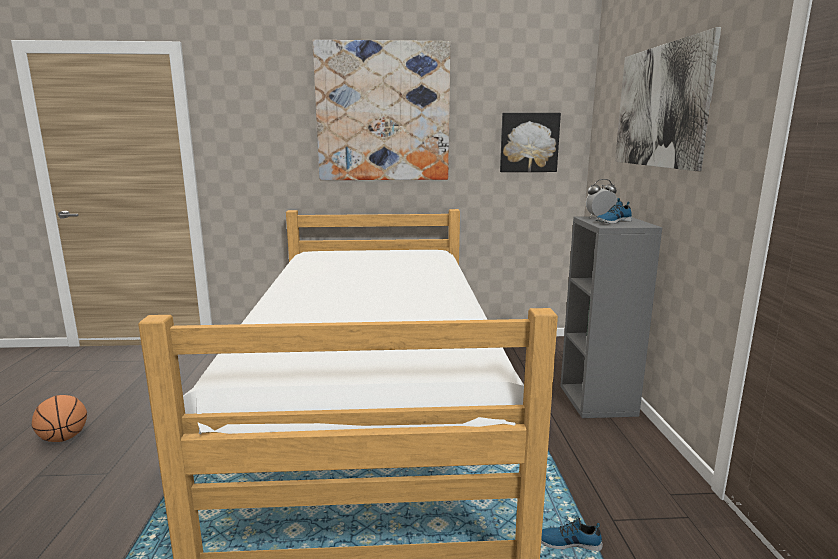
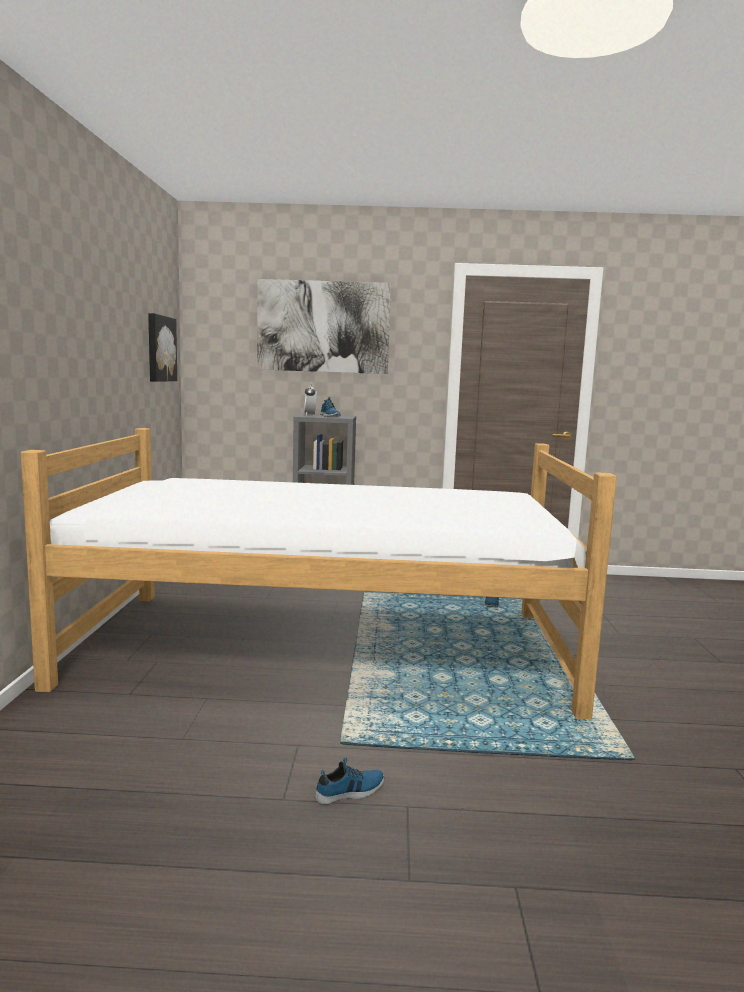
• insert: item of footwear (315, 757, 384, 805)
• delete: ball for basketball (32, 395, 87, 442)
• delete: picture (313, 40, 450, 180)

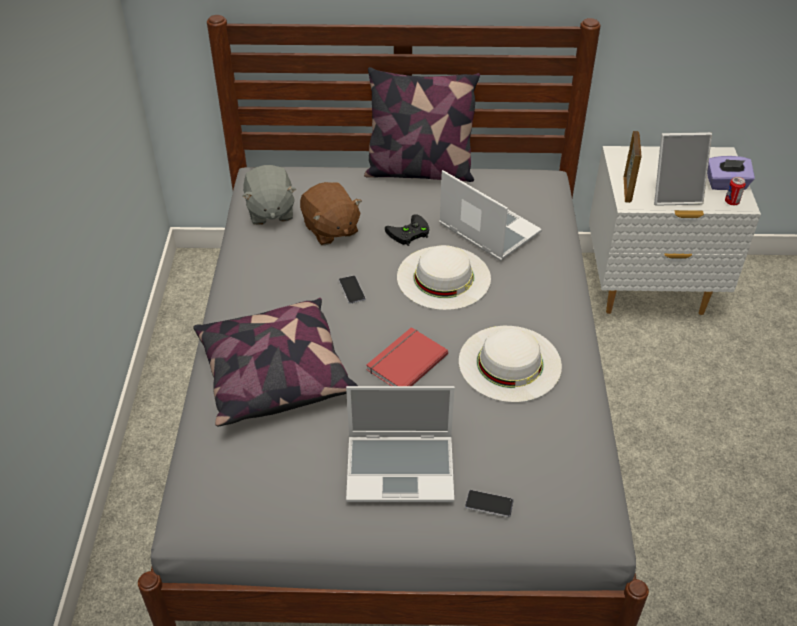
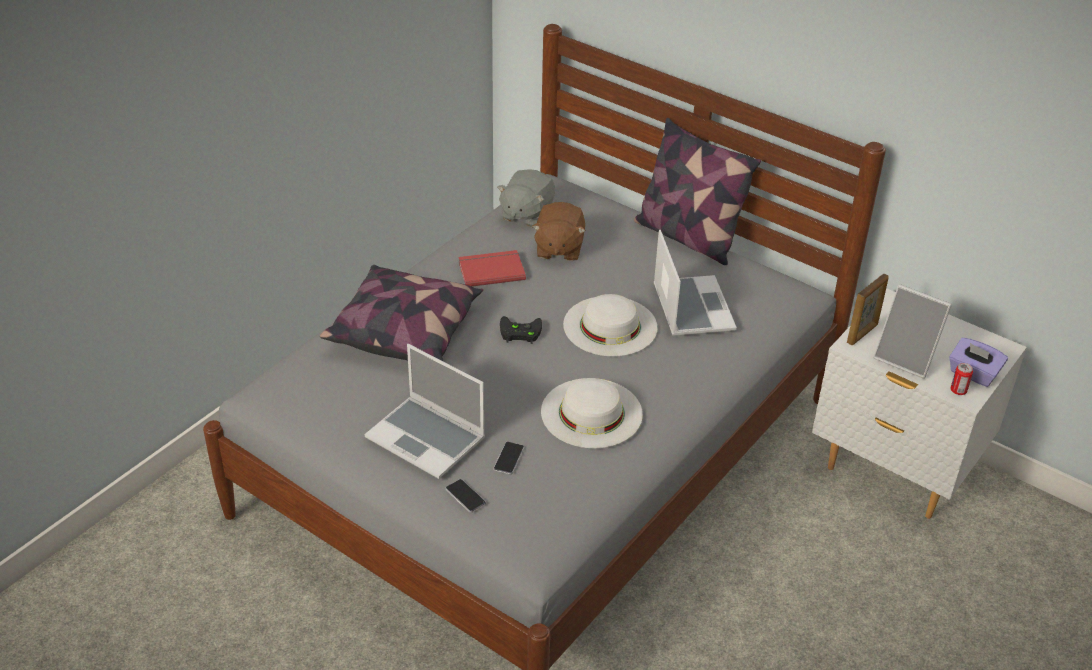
• move: bound book (reddish) (366, 327, 448, 386) to (458, 250, 526, 287)
• move: telephone (339, 275, 366, 304) to (493, 442, 524, 474)
• move: joypad (black) (385, 214, 429, 246) to (500, 316, 542, 344)

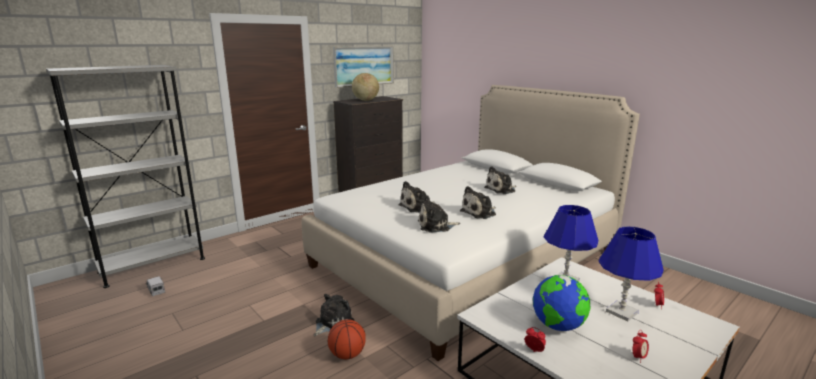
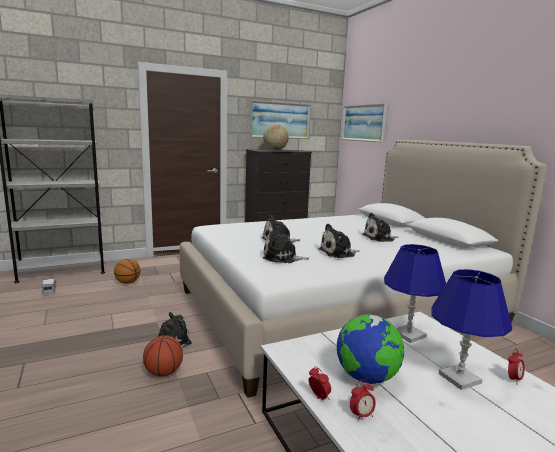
• insert: ball for basketball (114, 259, 140, 284)
• insert: picture (341, 103, 387, 142)
• move: alarm clock (633, 330, 649, 363) to (350, 380, 376, 422)

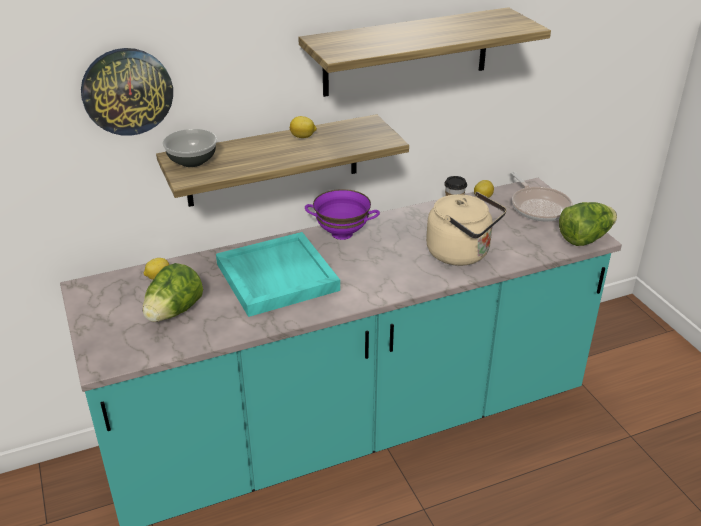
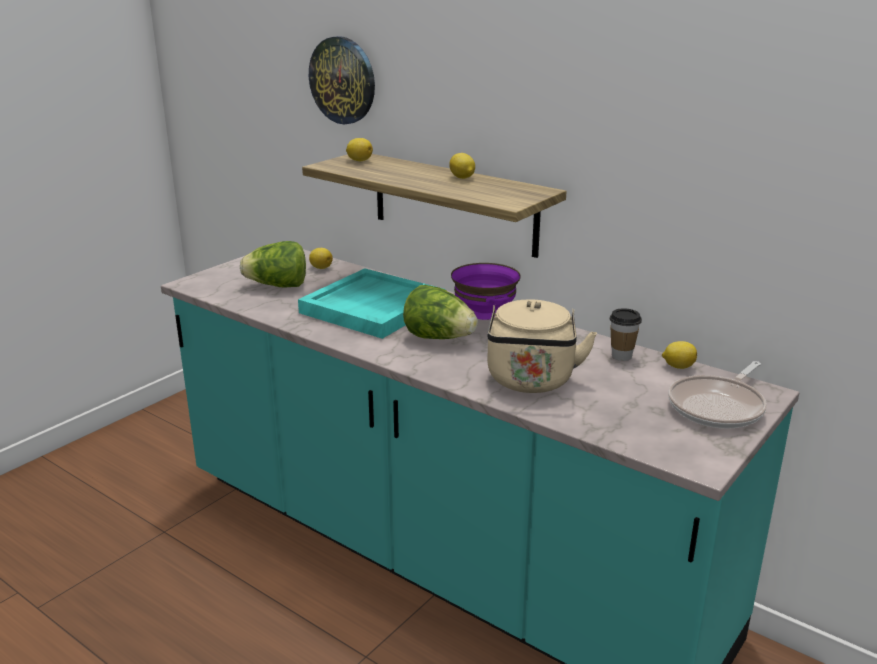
• replace: deep dish (162, 129, 217, 167) to citrus fruit (346, 138, 373, 161)
• move: lettuce (559, 202, 617, 246) to (403, 285, 478, 339)
• delete: bracket shelf (298, 7, 551, 97)

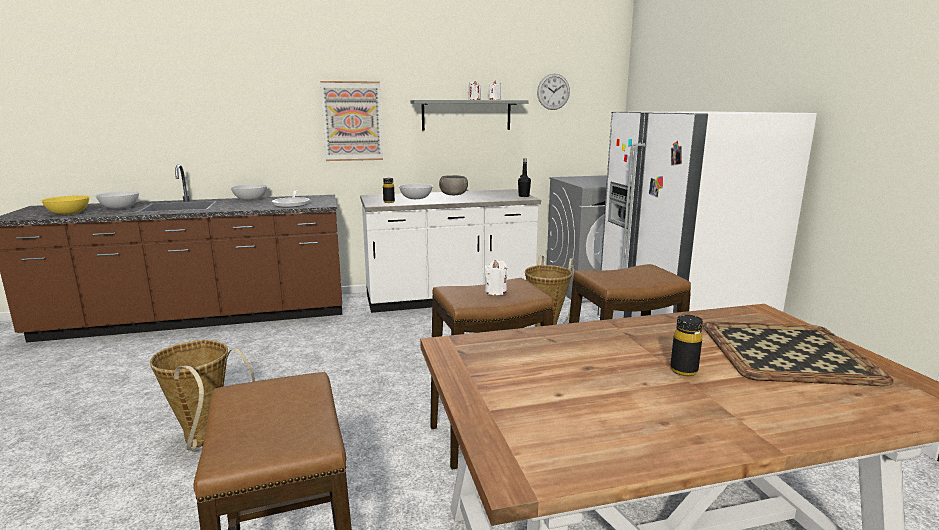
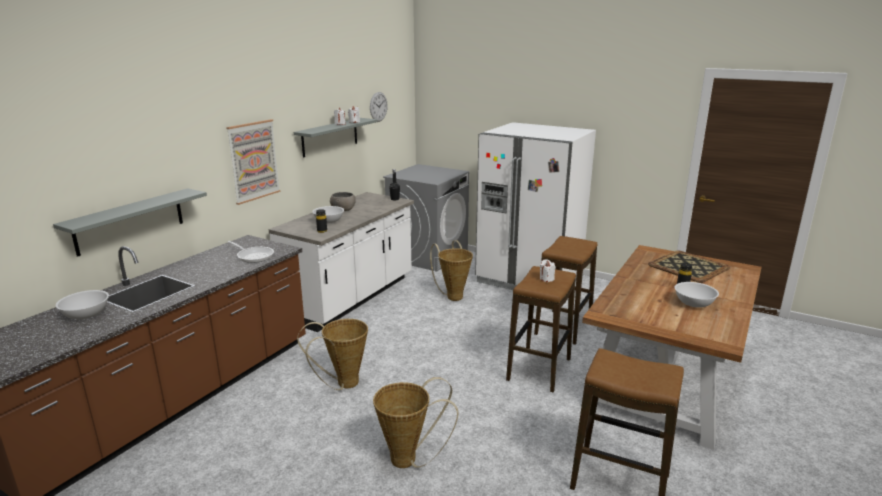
• insert: bracket shelf (gray) (53, 188, 207, 257)
• insert: storage basket (297, 319, 368, 390)
• move: deep dish (white-coloured) (230, 184, 268, 200) to (675, 282, 719, 308)
• delete: deep dish (yellow-coloured) (40, 195, 90, 214)

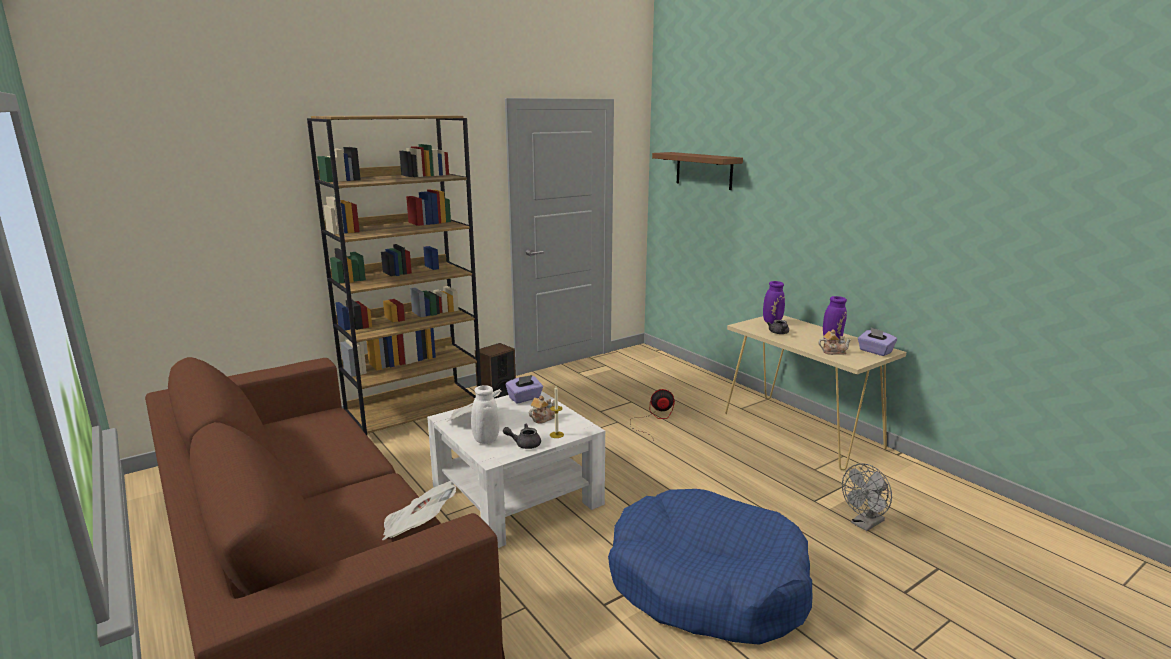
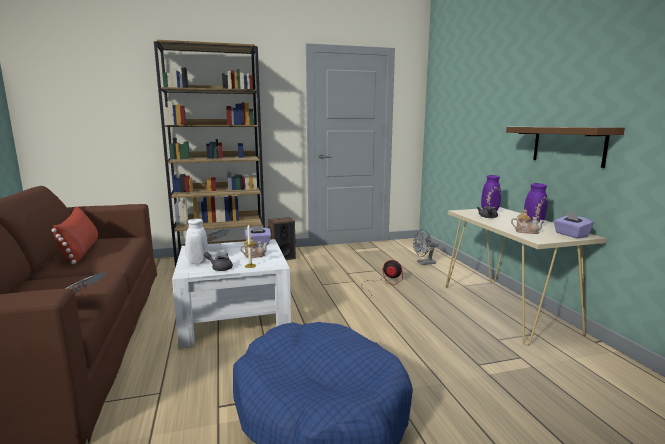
• insert: cushion (reddish) (52, 206, 98, 264)
• move: fan (gray) (842, 463, 892, 531) to (413, 229, 439, 265)
• move: bracket shelf (brownish) (652, 152, 743, 190) to (506, 127, 625, 168)

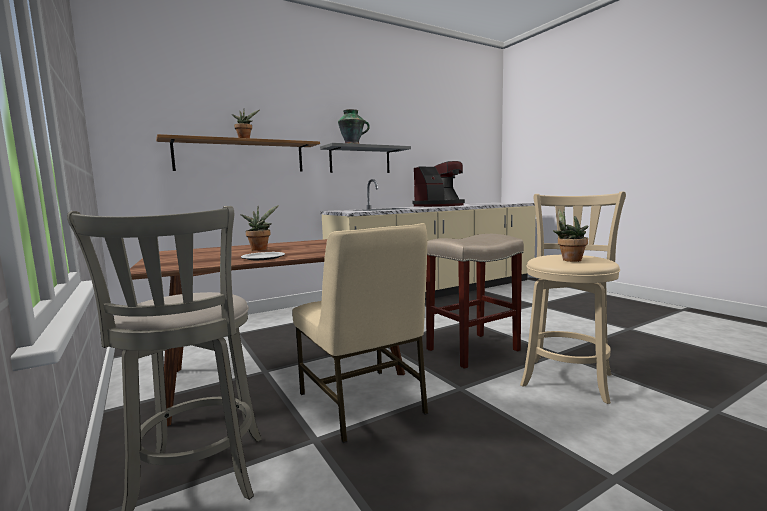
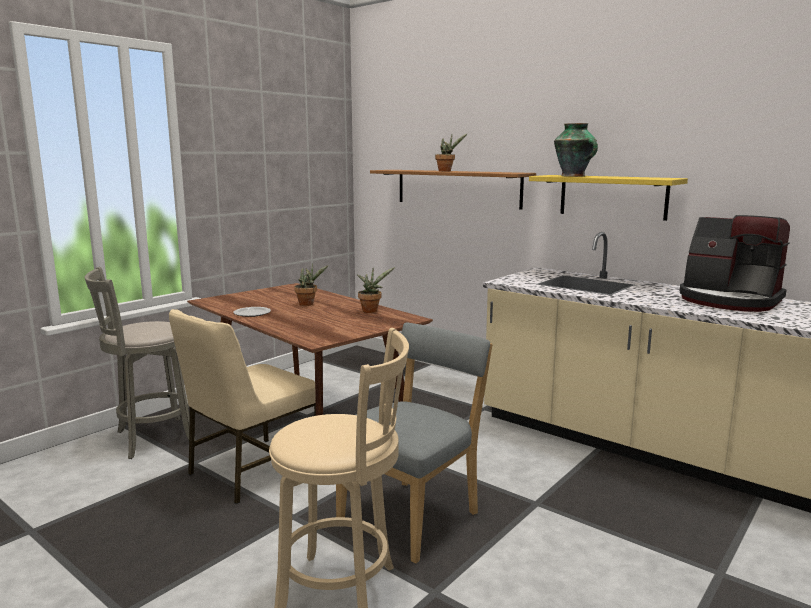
• replace: sitting stool (sand-coloured) (426, 234, 524, 369) to upright chair (gray) (336, 322, 493, 564)
• move: plant in a pot (553, 209, 588, 262) to (357, 267, 395, 313)
• recolor: bracket shelf (gray) (320, 143, 411, 173) to bracket shelf (yellow-coloured) (529, 175, 688, 221)

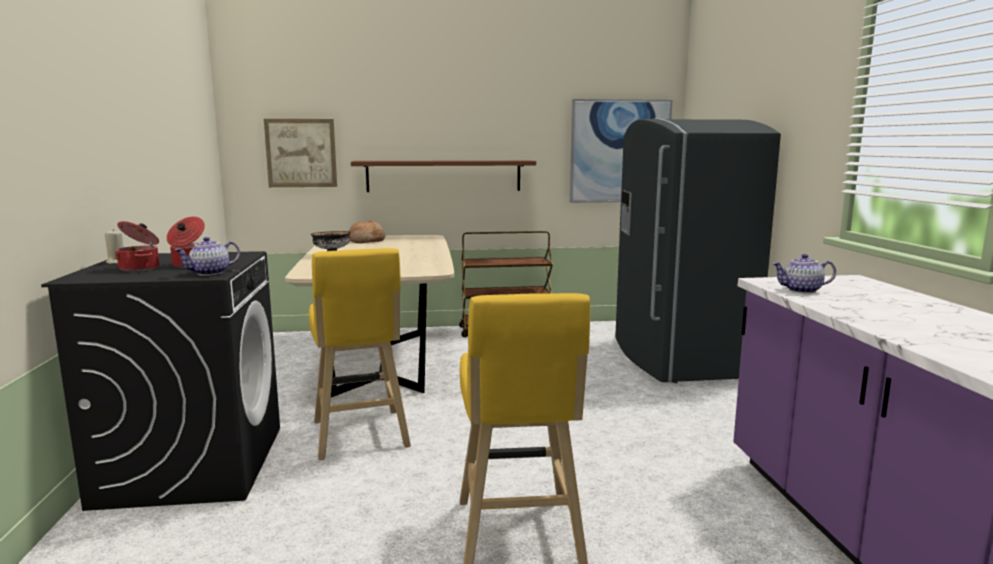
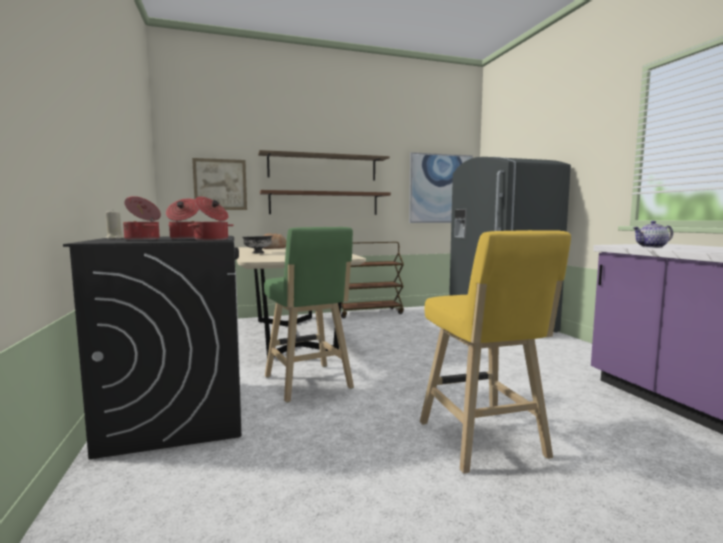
• replace: pot for tea (175, 237, 240, 276) to stockpot (188, 197, 233, 241)
• insert: bracket shelf (258, 150, 390, 180)
• recolor: sitting stool (yellow-coloured) (309, 248, 411, 460) to sitting stool (greenish) (264, 227, 354, 402)

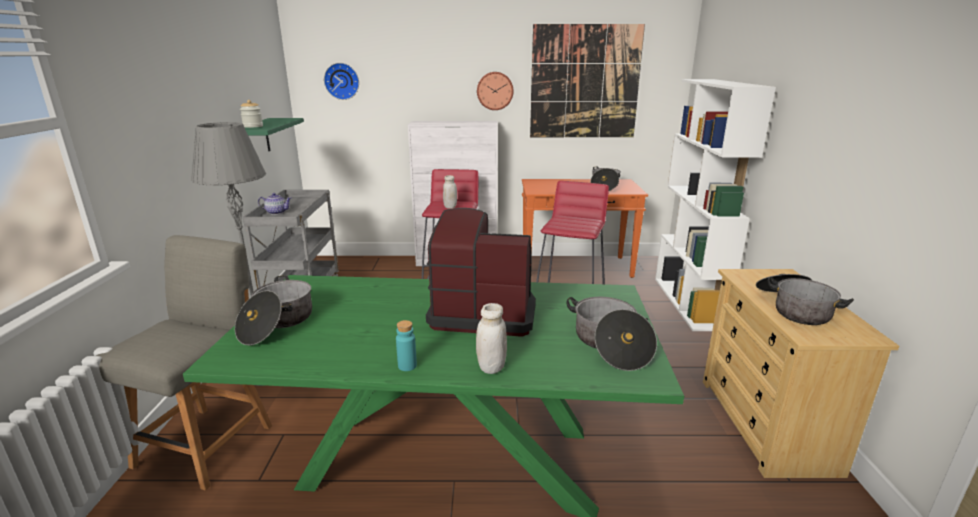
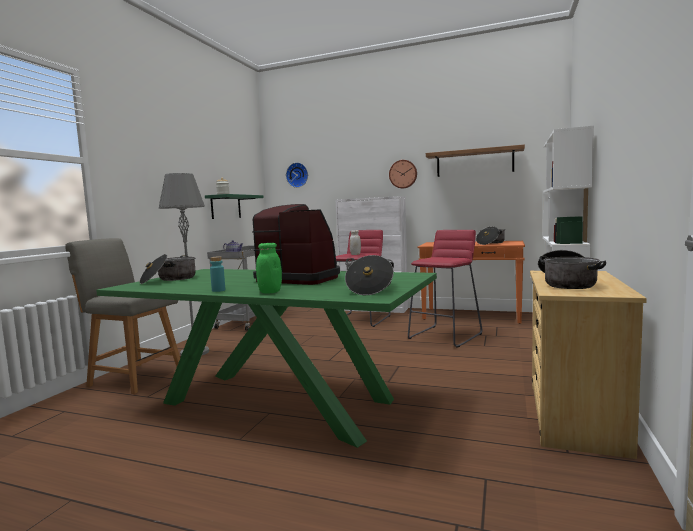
• rotate: upright chair (gray) (96, 235, 272, 491) = (65, 238, 180, 394) 105 degrees counterclockwise
• recolor: jar (white-coloured) (476, 303, 507, 374) to jar (greenish) (256, 243, 282, 294)
• replace: picture (530, 24, 645, 137) to bracket shelf (426, 144, 525, 177)

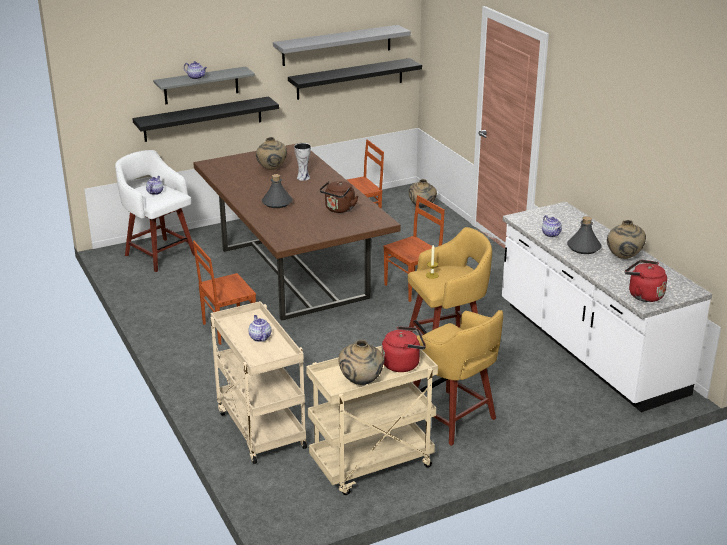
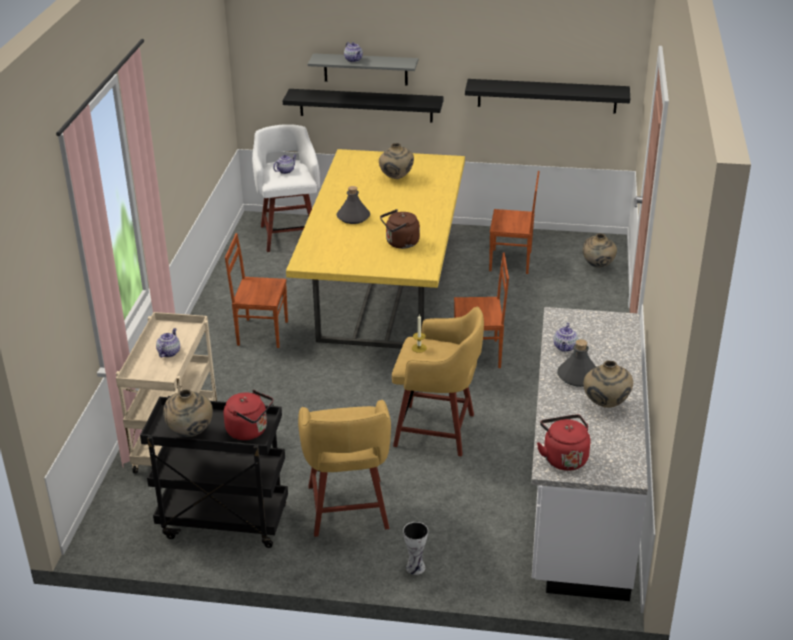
• recolor: cart (sand-coloured) (306, 346, 438, 495) to cart (black) (140, 396, 288, 548)
• recolor: kitchen table (brownish) (193, 143, 401, 321) to kitchen table (yellow-coloured) (286, 149, 465, 349)
• move: decorative vase (294, 143, 311, 181) to (403, 522, 428, 575)
• delete: bracket shelf (gray) (273, 25, 411, 66)

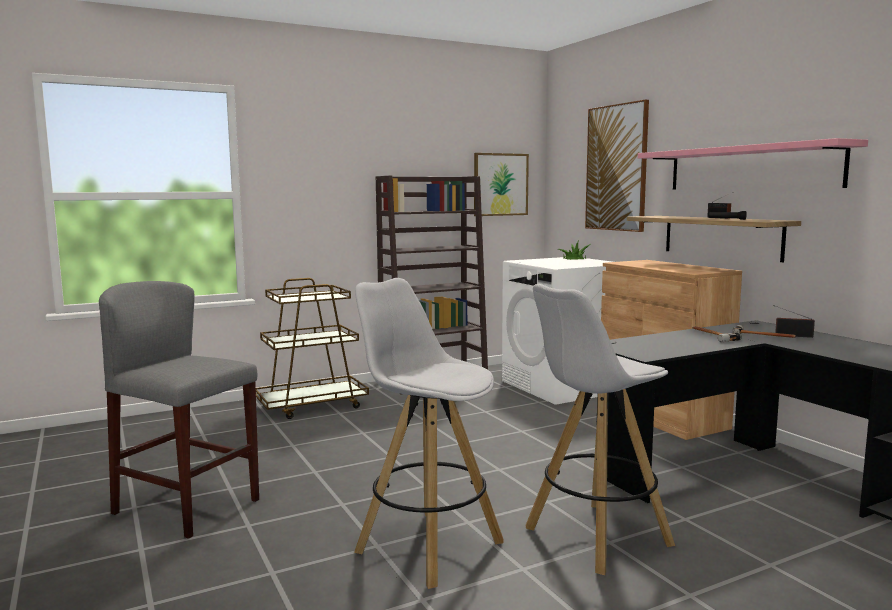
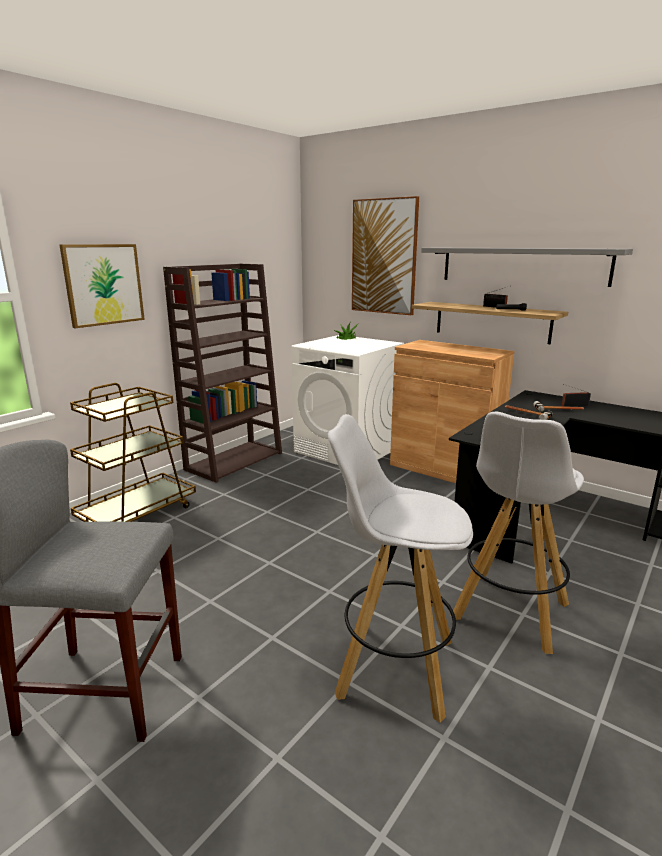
• move: picture (474, 153, 529, 216) to (59, 244, 145, 328)
• recolor: bracket shelf (pinkish) (638, 138, 868, 190) to bracket shelf (gray) (421, 248, 633, 287)

